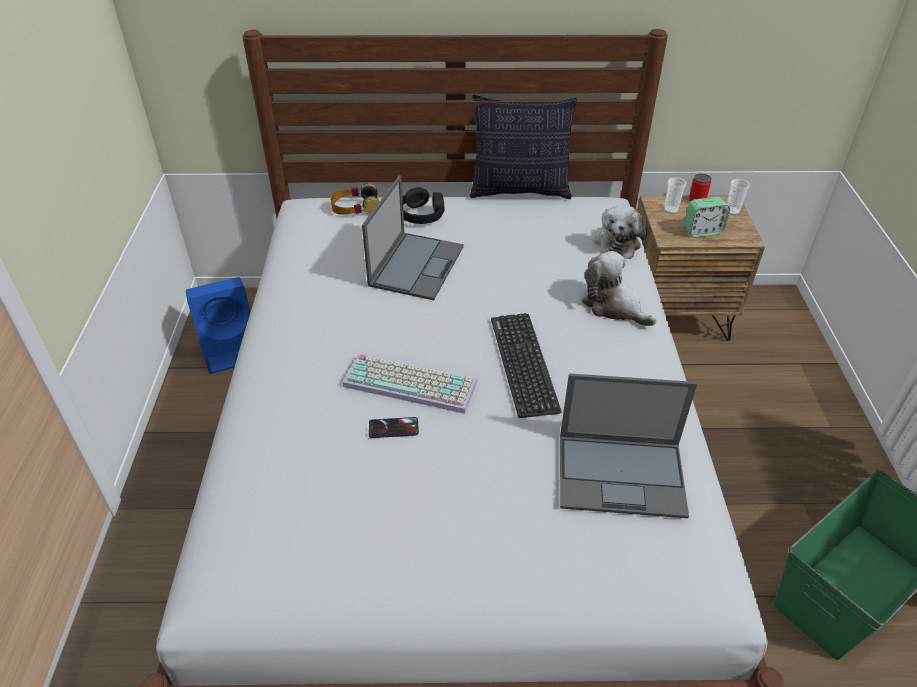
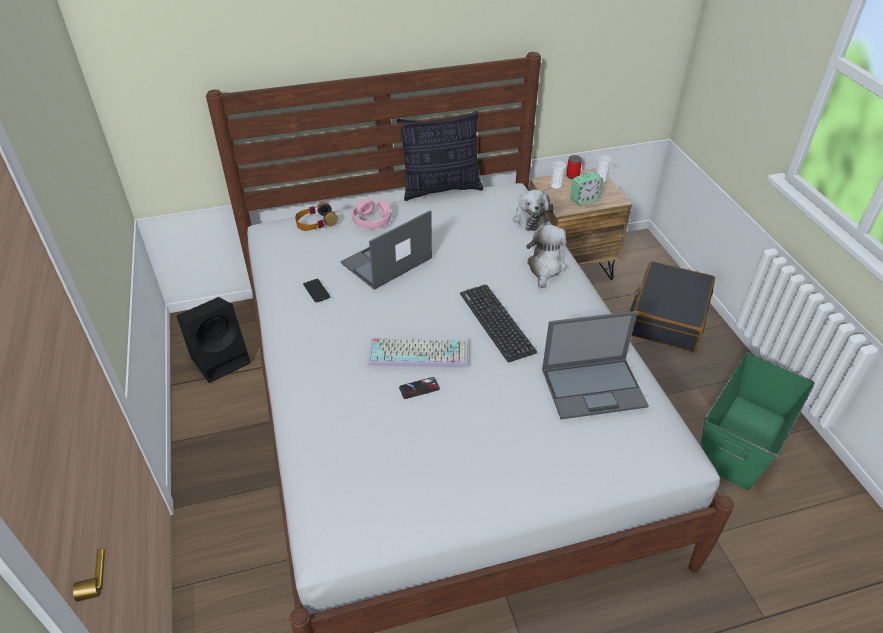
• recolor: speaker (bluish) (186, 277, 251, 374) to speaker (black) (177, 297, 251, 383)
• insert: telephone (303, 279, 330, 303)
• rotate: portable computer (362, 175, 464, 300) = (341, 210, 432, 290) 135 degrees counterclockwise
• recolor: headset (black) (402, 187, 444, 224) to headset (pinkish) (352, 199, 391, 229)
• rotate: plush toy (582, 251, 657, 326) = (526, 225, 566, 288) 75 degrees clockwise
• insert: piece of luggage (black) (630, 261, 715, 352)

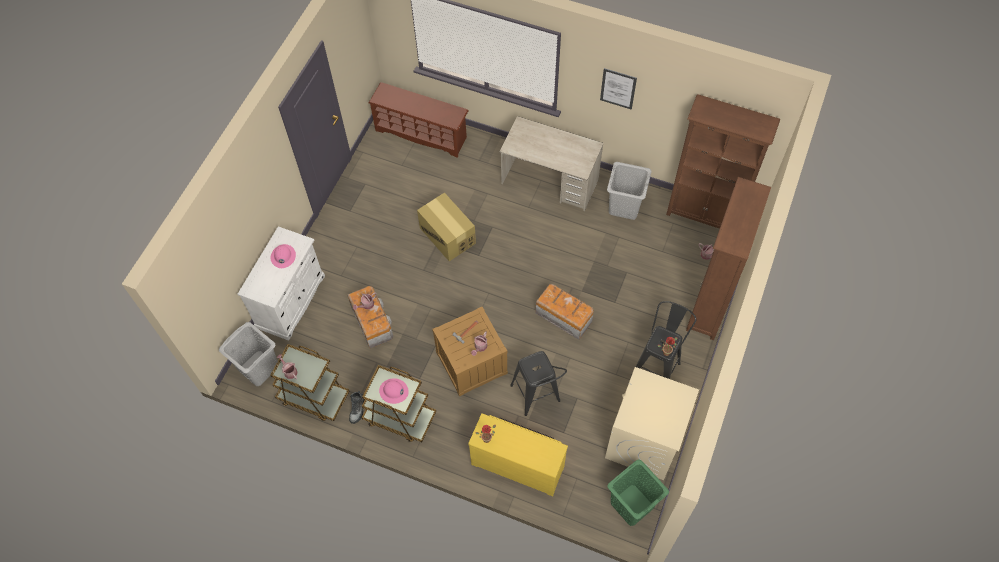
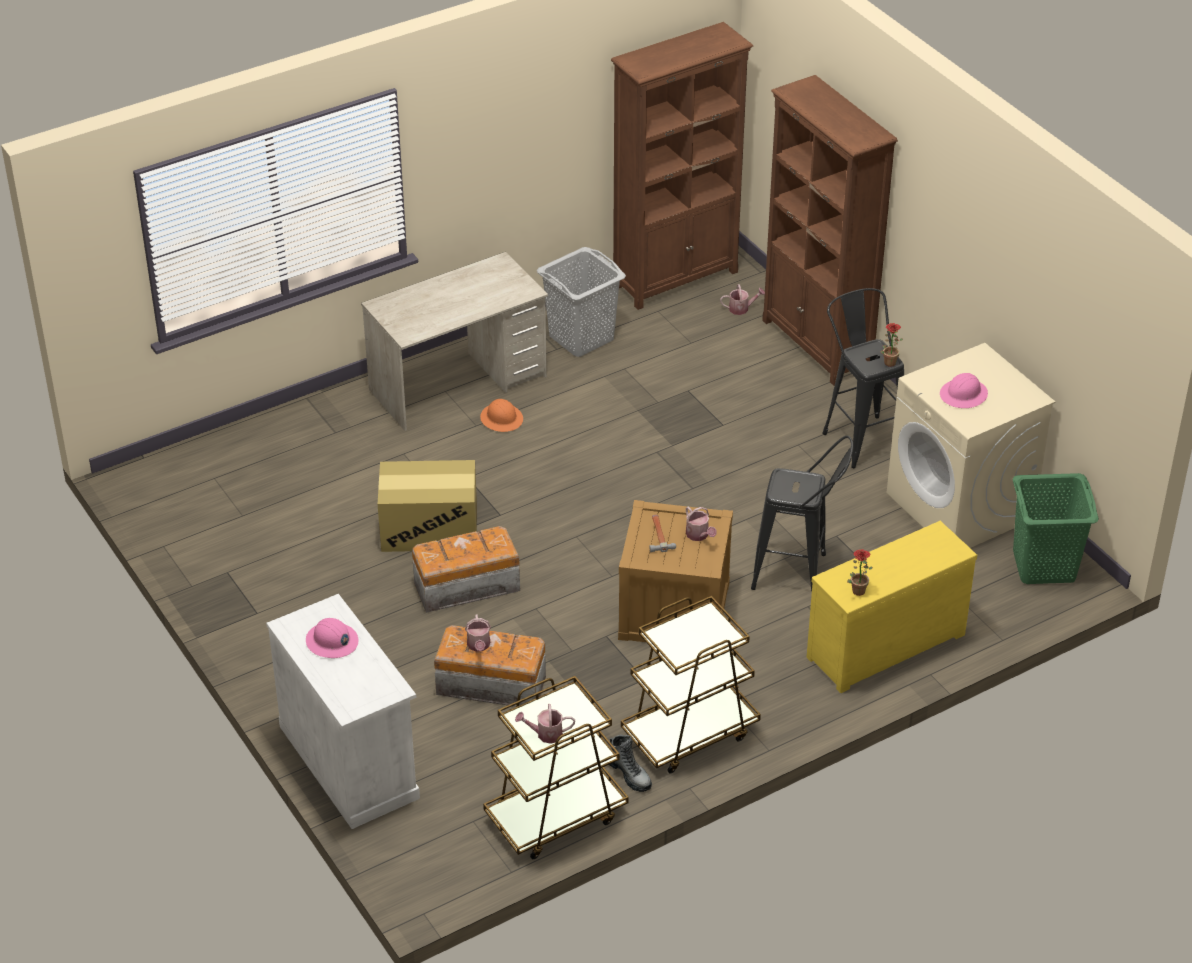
• move: storage box (535, 284, 594, 340) to (412, 526, 520, 613)
• insert: safety helmet (orange-coloured) (480, 399, 523, 432)
• move: safety helmet (pinkish) (379, 378, 409, 404) to (940, 373, 988, 408)
• delete: washing basket (gray) (219, 322, 278, 386)
• delete: shoe stand (brownish) (368, 82, 469, 158)
• delete: picture (600, 68, 637, 110)

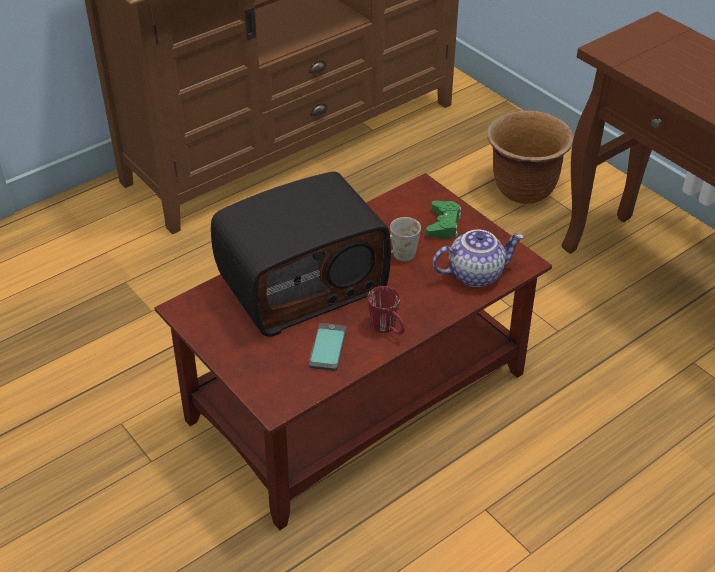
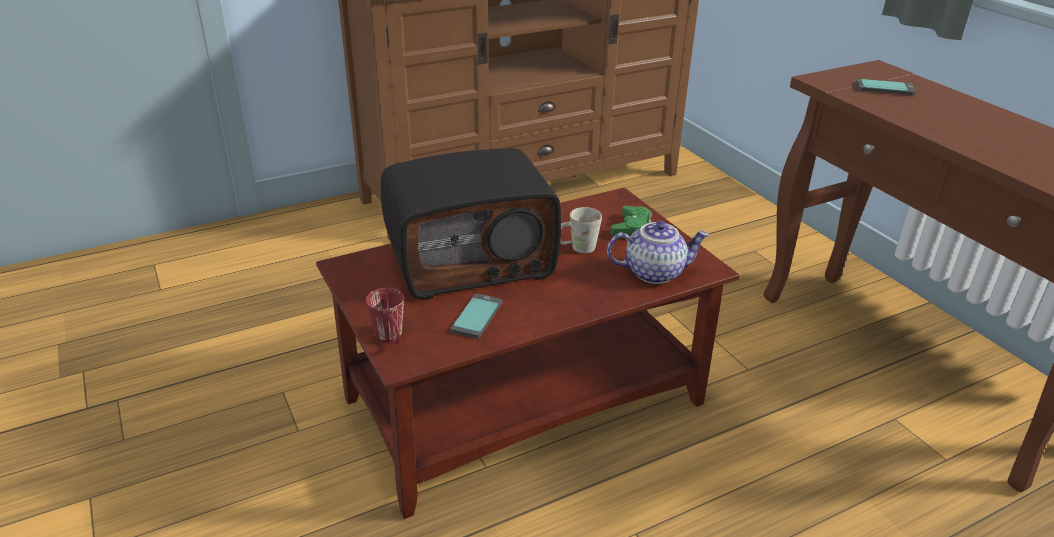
• move: mug (reddish) (367, 286, 405, 334) to (366, 288, 404, 344)
• insert: telephone (856, 79, 916, 95)
• delete: planter (brownish) (487, 110, 574, 204)

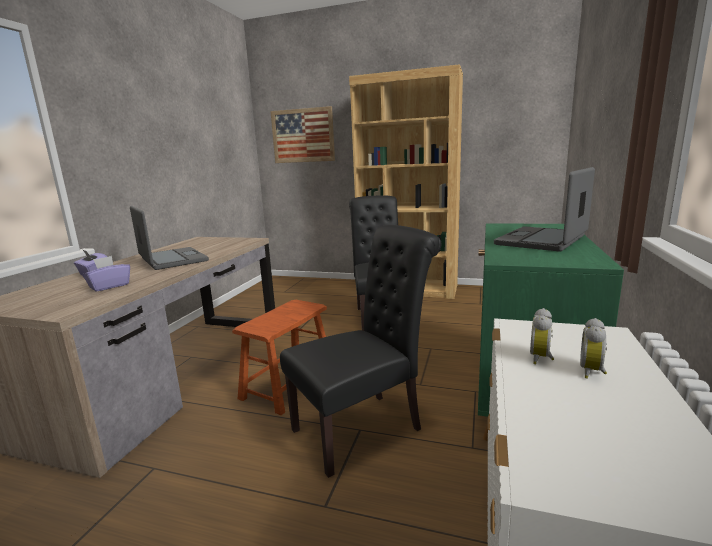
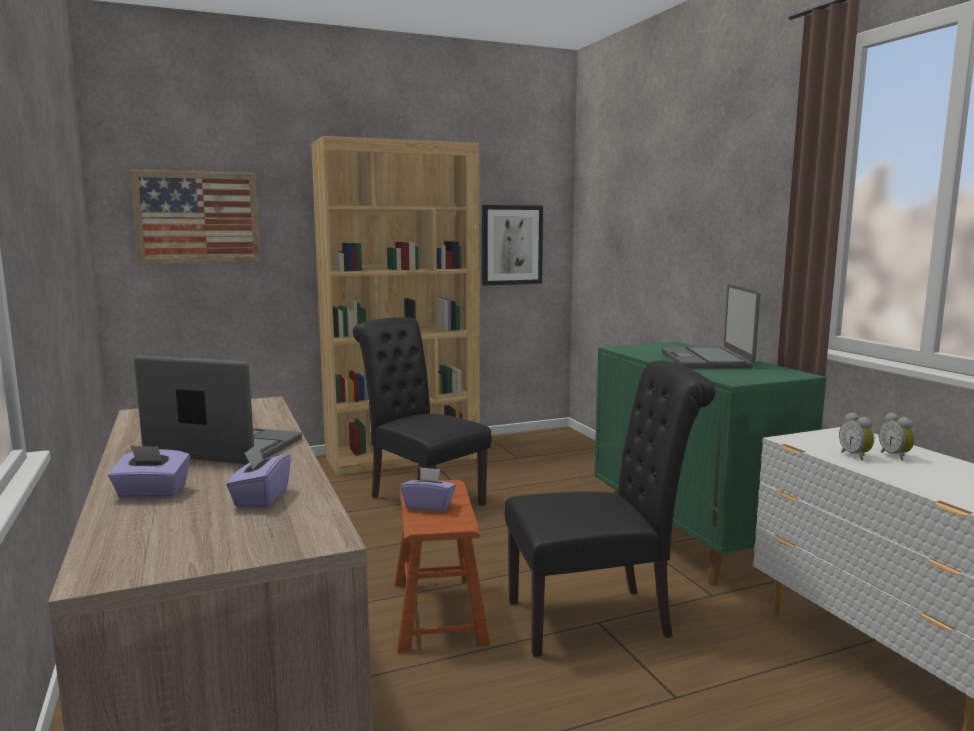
• insert: box of tissues (purplish) (400, 467, 456, 512)
• insert: picture (482, 205, 543, 286)
• rotate: upright chair (black) (280, 225, 441, 478) = (504, 360, 716, 657) 60 degrees clockwise

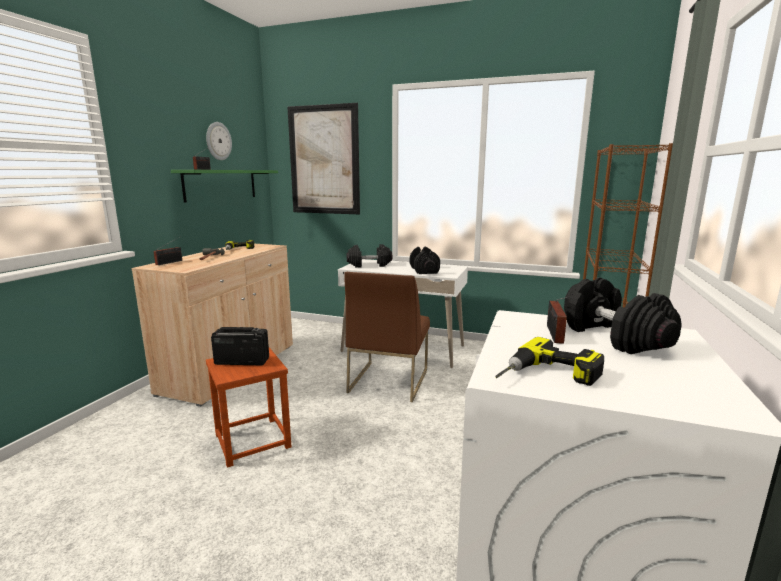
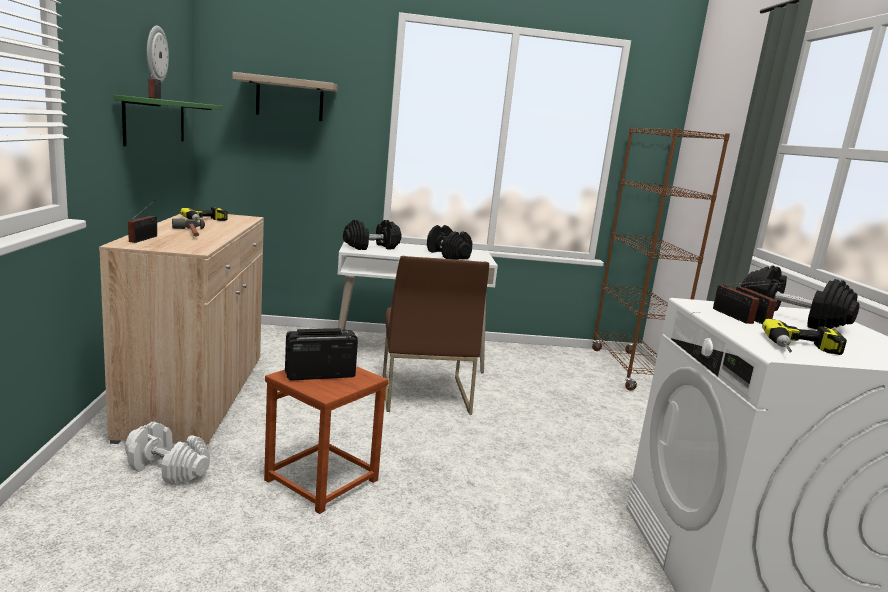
• insert: hand weight (white-coloured) (125, 422, 210, 486)
• replace: picture (287, 103, 360, 214) to bracket shelf (232, 72, 338, 121)
• insert: radio receiver (713, 281, 767, 324)

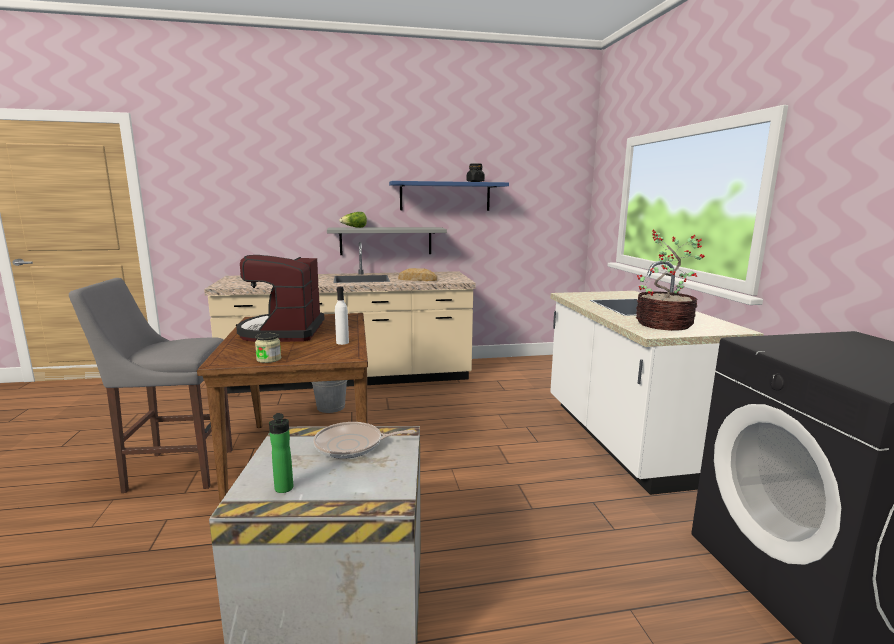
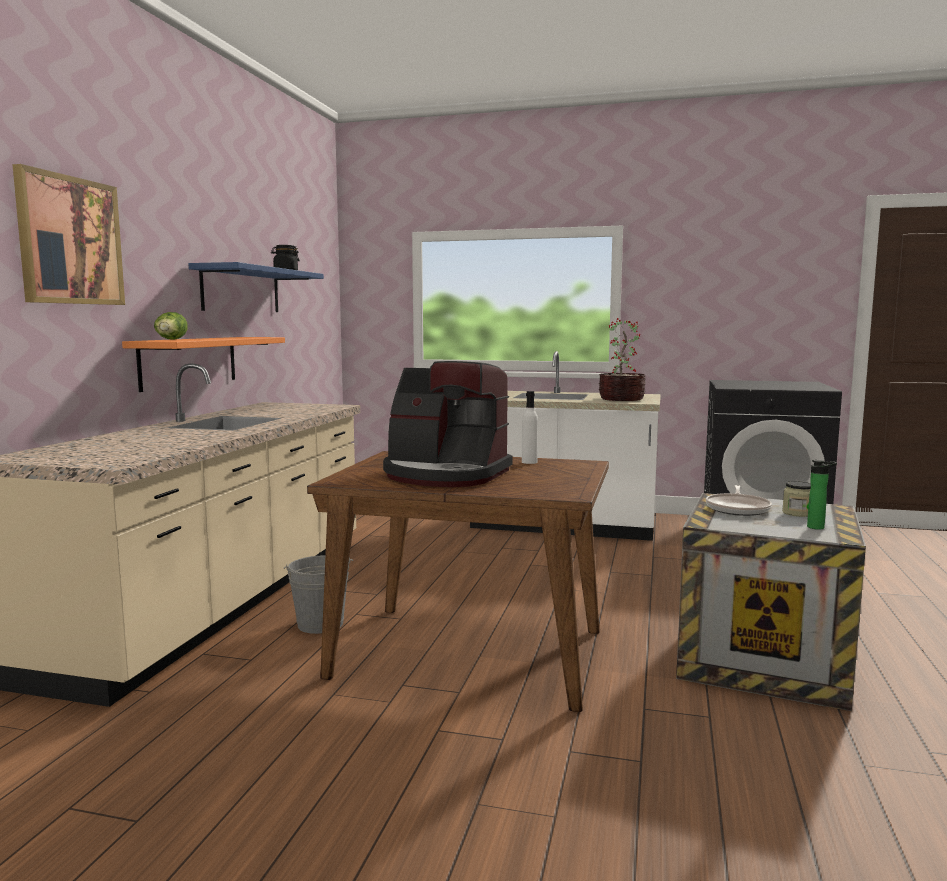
• insert: picture (12, 164, 125, 305)
• recolor: bracket shelf (gray) (327, 227, 447, 255) to bracket shelf (orange-coloured) (122, 337, 285, 392)
• move: jar (255, 333, 281, 363) to (782, 481, 811, 517)
• delete: sitting stool (gray) (69, 278, 233, 493)
• delete: bread (398, 268, 437, 281)

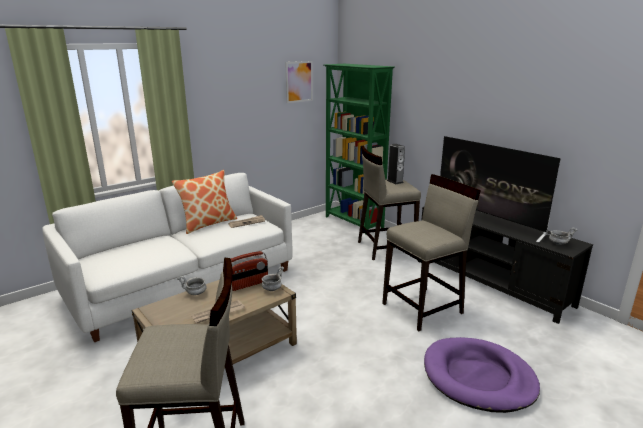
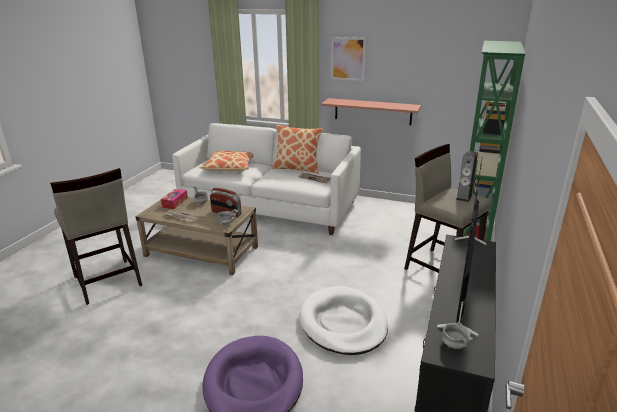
• insert: box of tissues (161, 189, 188, 209)
• insert: cushion (200, 151, 254, 171)
• replace: sitting stool (sand-coloured) (382, 174, 481, 331) to dog cushion (white-coloured) (299, 286, 388, 355)
• insert: bracket shelf (321, 98, 421, 126)
• move: picture (285, 61, 313, 103) to (331, 37, 366, 81)

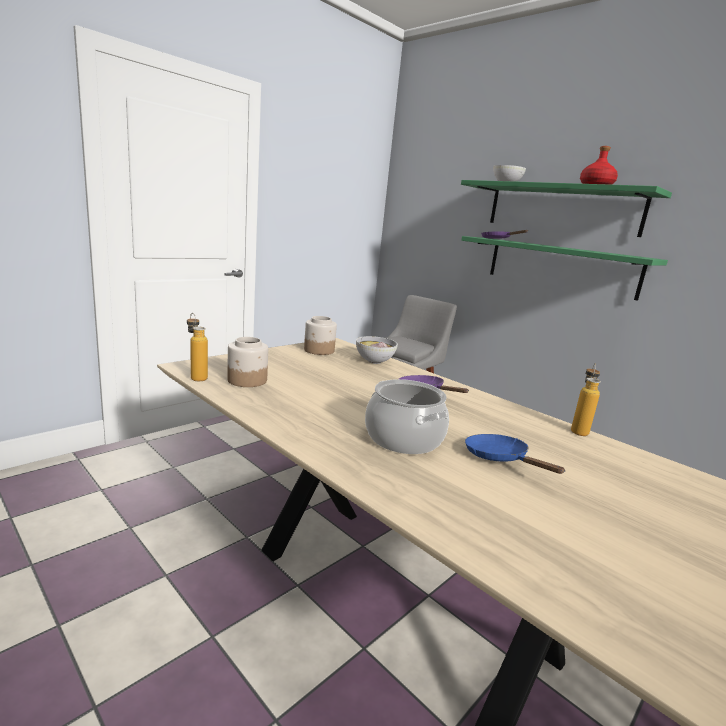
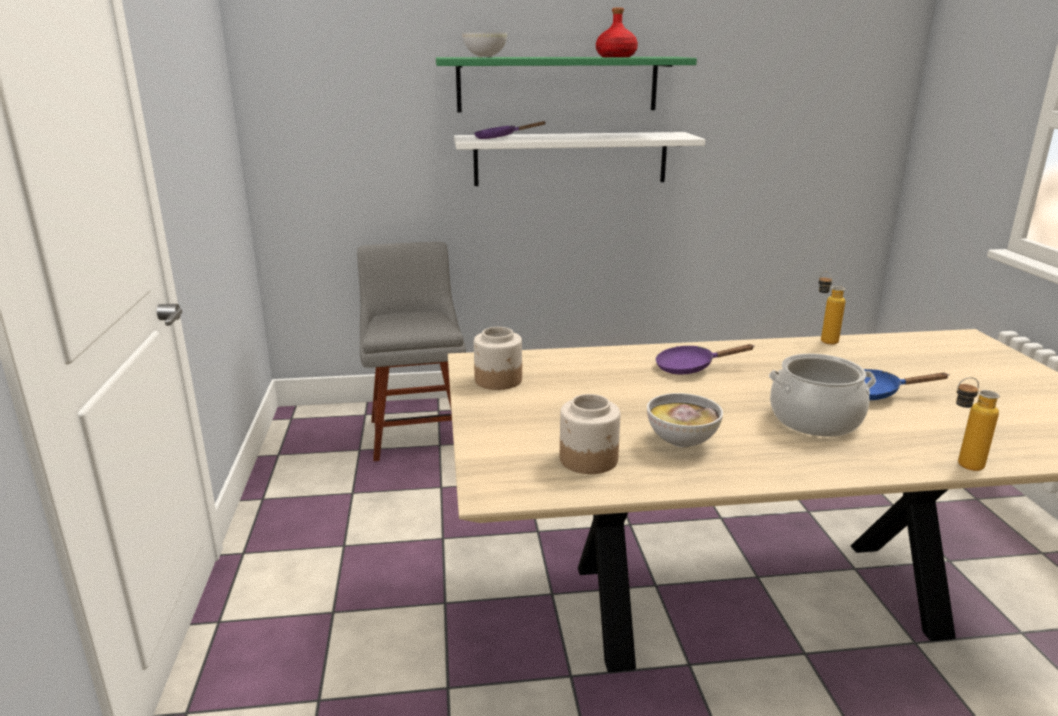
• recolor: bracket shelf (greenish) (461, 236, 668, 301) to bracket shelf (white-coloured) (454, 132, 705, 186)
• move: deep dish (356, 336, 398, 364) to (647, 393, 723, 448)
• move: drink bottle (187, 313, 208, 381) to (956, 377, 1000, 471)

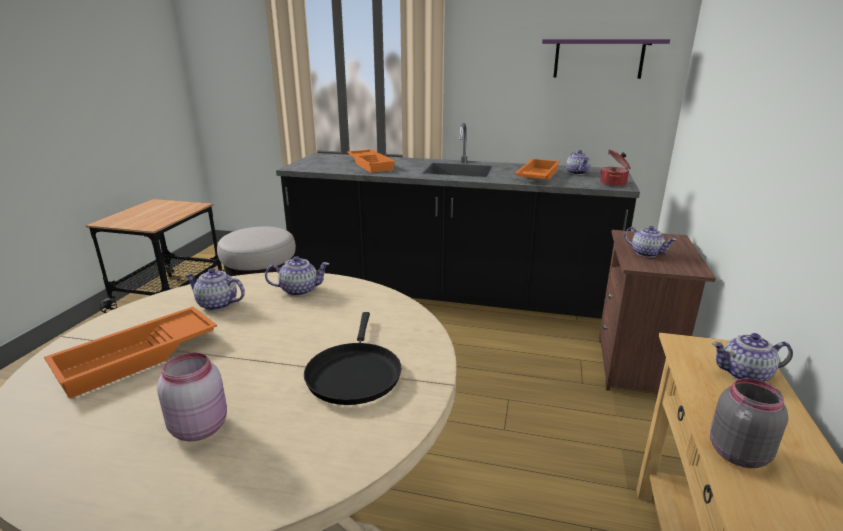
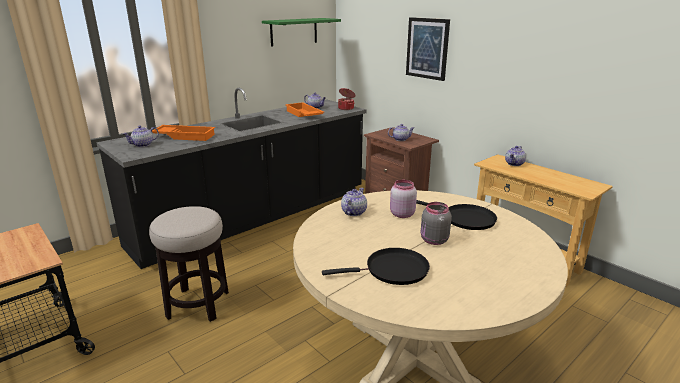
• move: pot for tea (185, 268, 245, 311) to (123, 126, 159, 147)
• recolor: bracket shelf (purplish) (542, 39, 670, 79) to bracket shelf (greenish) (262, 18, 341, 47)
• replace: tray (orange-coloured) (44, 307, 217, 399) to frying pan (black) (322, 248, 430, 285)
• move: jar (pinkish) (157, 352, 227, 441) to (390, 180, 417, 218)
• insert: picture (406, 17, 450, 81)
• move: jar (gray) (710, 378, 788, 468) to (421, 202, 452, 245)

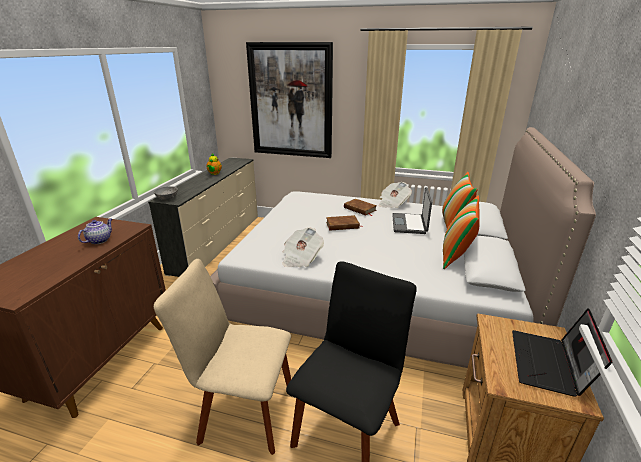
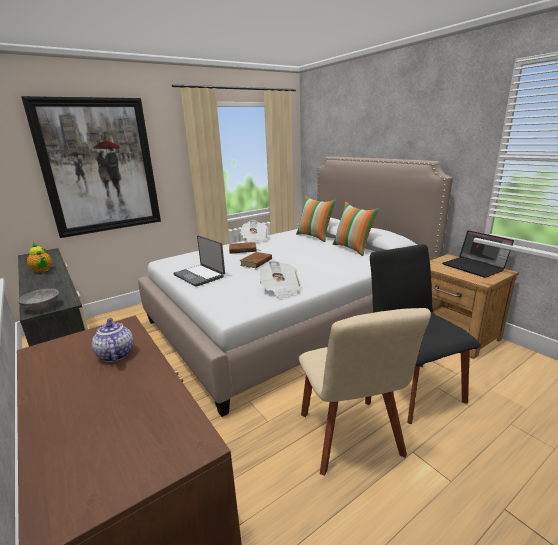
• move: portable computer (392, 187, 432, 234) to (173, 235, 225, 287)
• rotate: upright chair (sand-coloured) (154, 259, 291, 455) = (299, 308, 431, 476) 60 degrees counterclockwise

